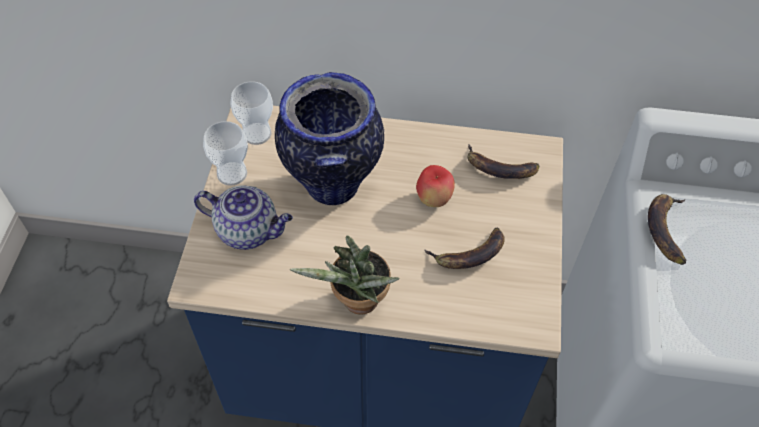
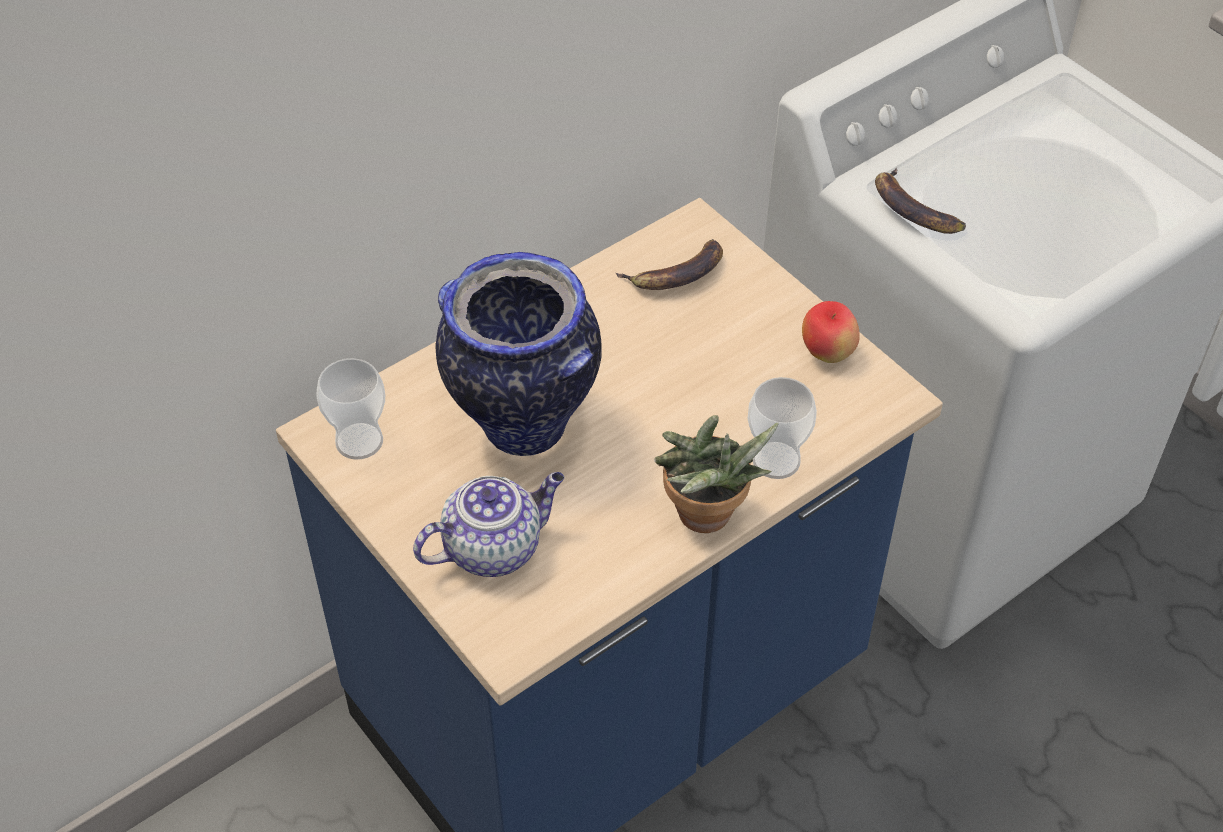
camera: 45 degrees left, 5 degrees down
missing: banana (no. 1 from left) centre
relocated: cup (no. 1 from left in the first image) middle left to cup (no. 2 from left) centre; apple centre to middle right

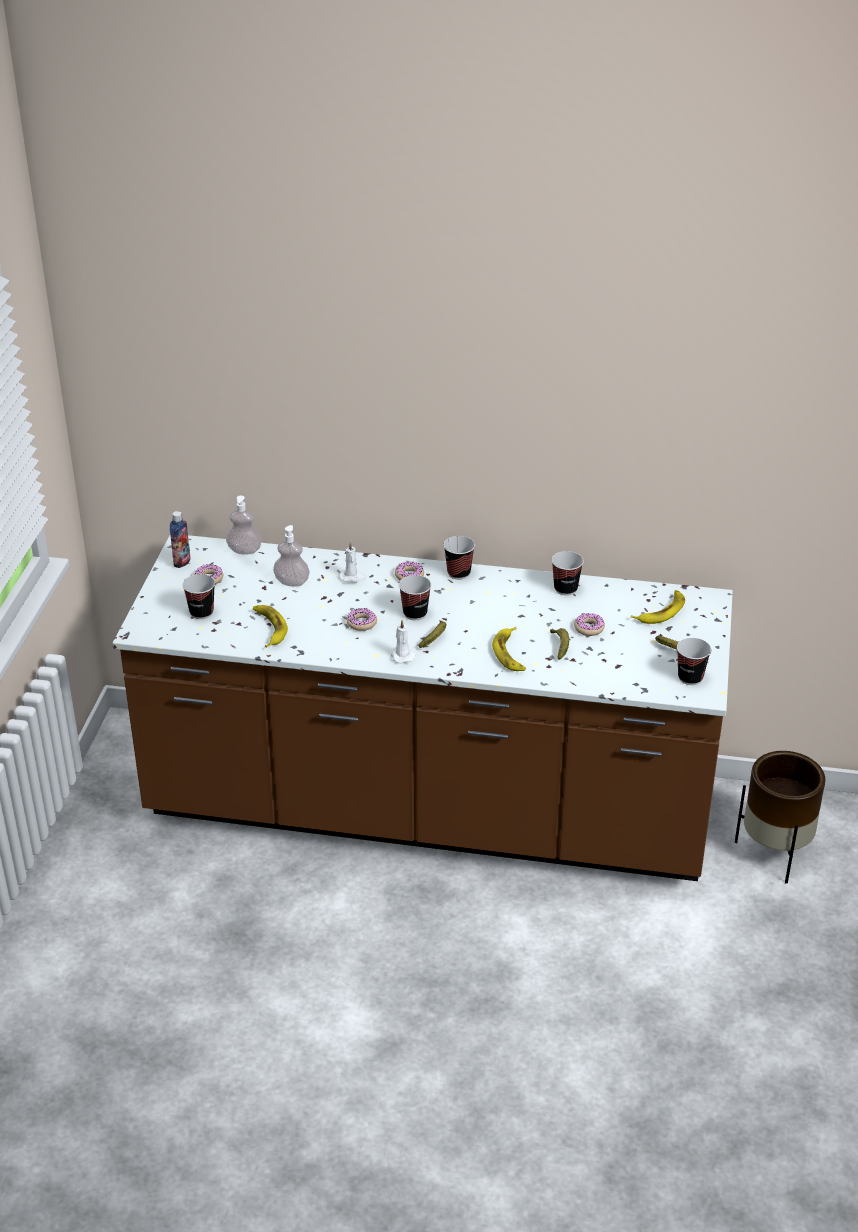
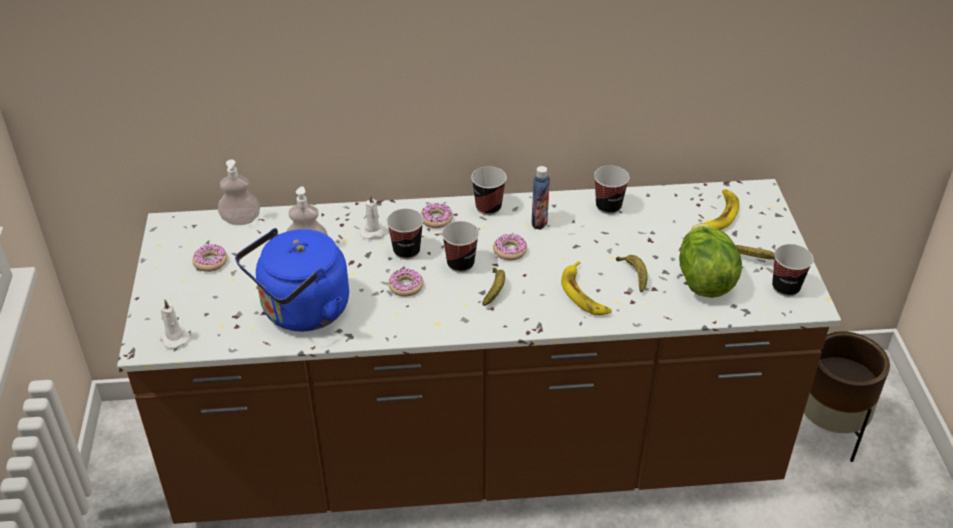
camera: 15 degrees left, 5 degrees up
appeared: lettuce middle right
relocated: white candle (no. 2 from left in the first image) centre to white candle (no. 1 from left) middle left; cup (no. 1 from left) middle left to centre; donut (no. 4 from left) middle right to centre; bottle middle left to centre
exchanged: banana (no. 1 from left) middle left to blue kettle middle left

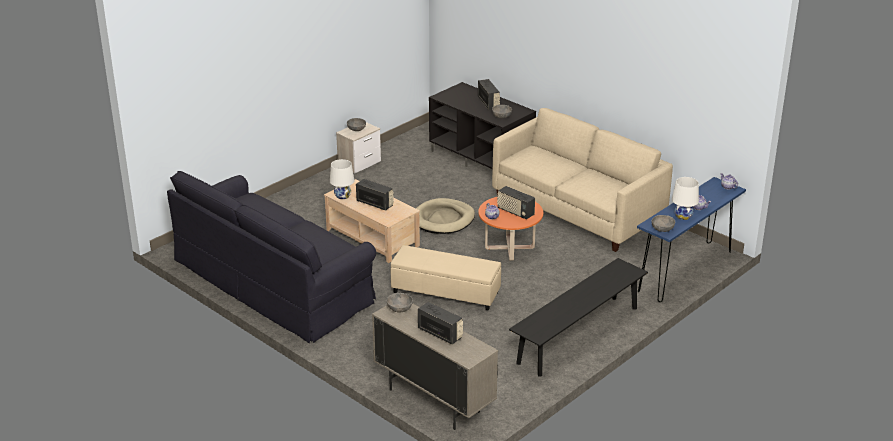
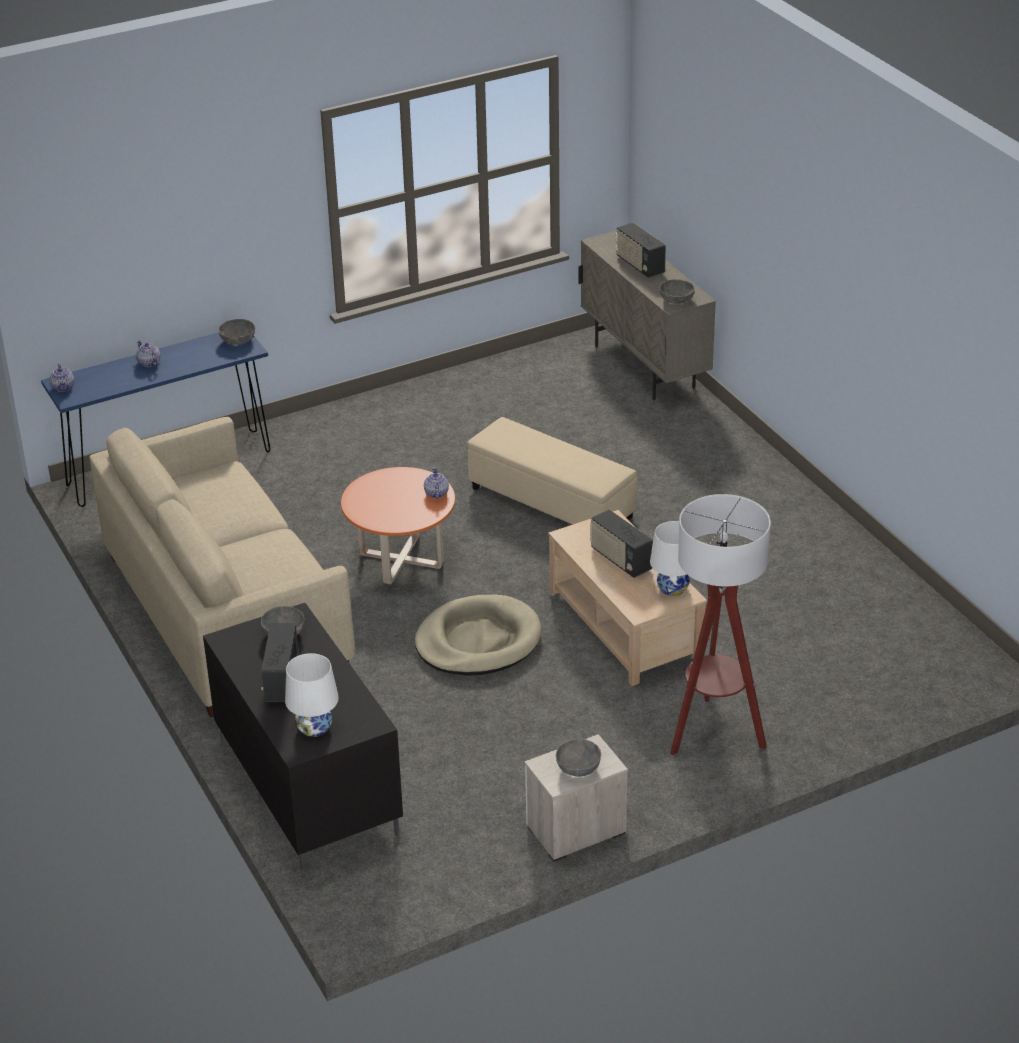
camera: 160 degrees left, 5 degrees up
missing: black sofa middle left; radio (no. 4 from left) centre; black bench bottom centre
appeared: floor lamp middle right
relocated: white table lamp (no. 2 from left in the first image) middle right to white table lamp (no. 1 from left) middle left

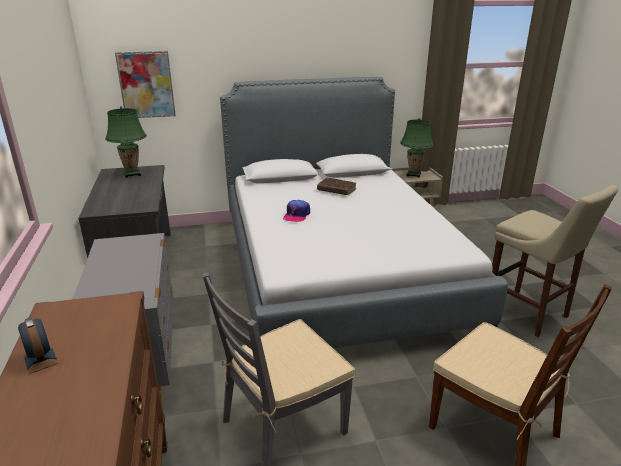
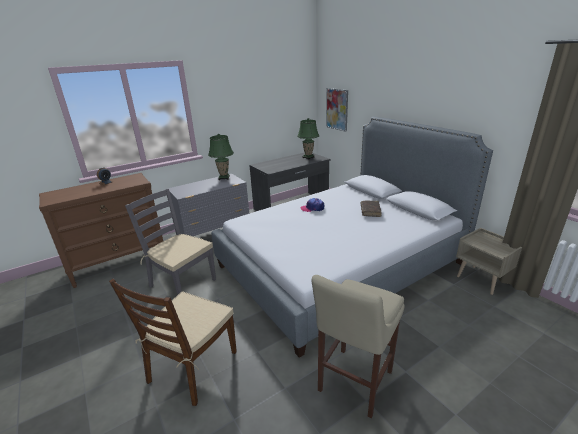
camera: 70 degrees right, 0 degrees up
relocated: green table lamp (no. 2 from left in the first image) top right to green table lamp (no. 1 from left) centre

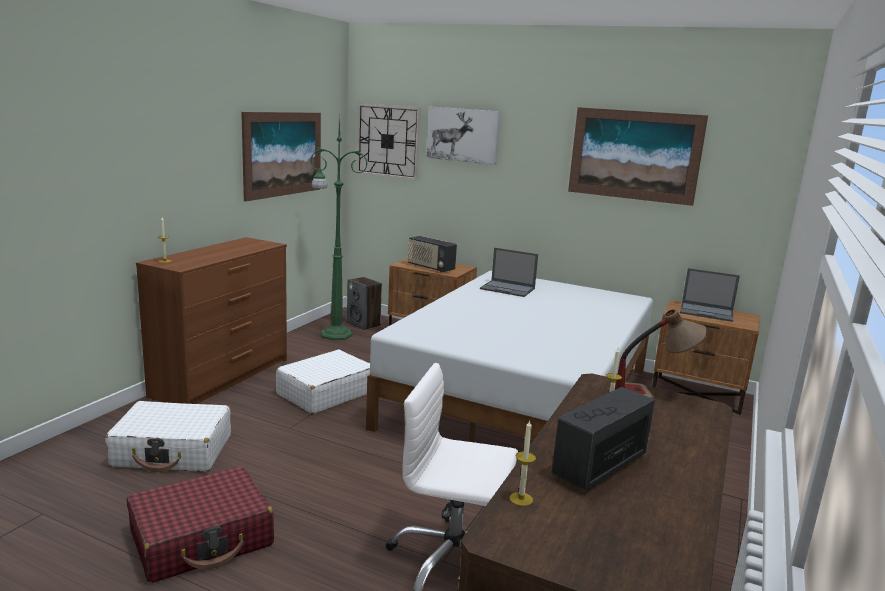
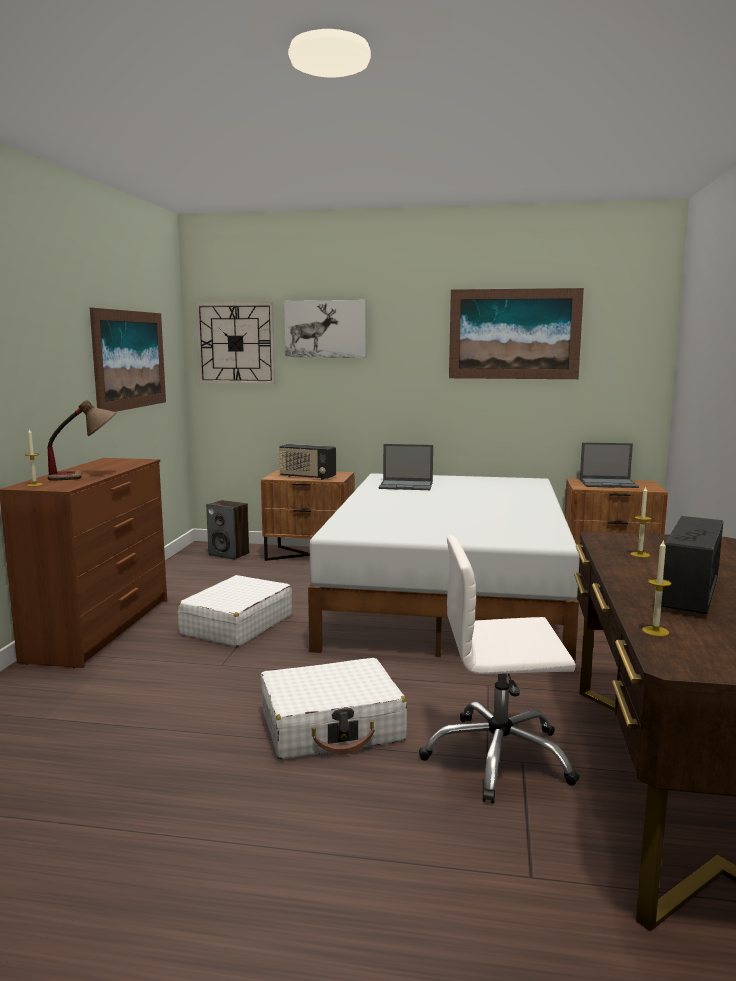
camera: 15 degrees left, 5 degrees down
missing: red suitcase bottom left; green floor lamp centre
relocated: table lamp middle right to middle left; white suitcase (no. 1 from left in the first image) bottom left to white suitcase (no. 2 from left) bottom centre

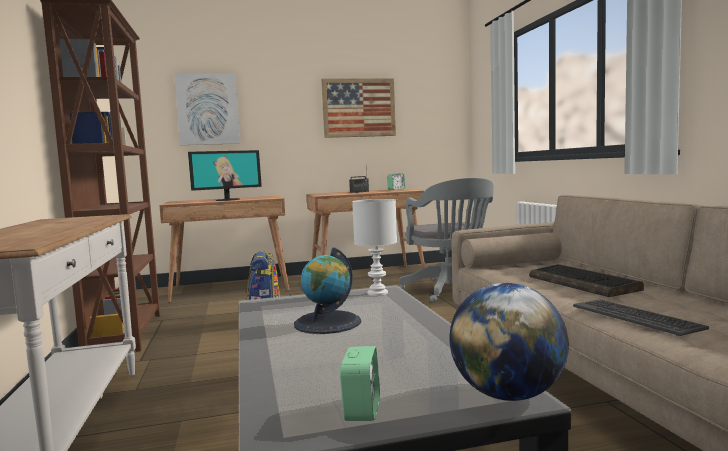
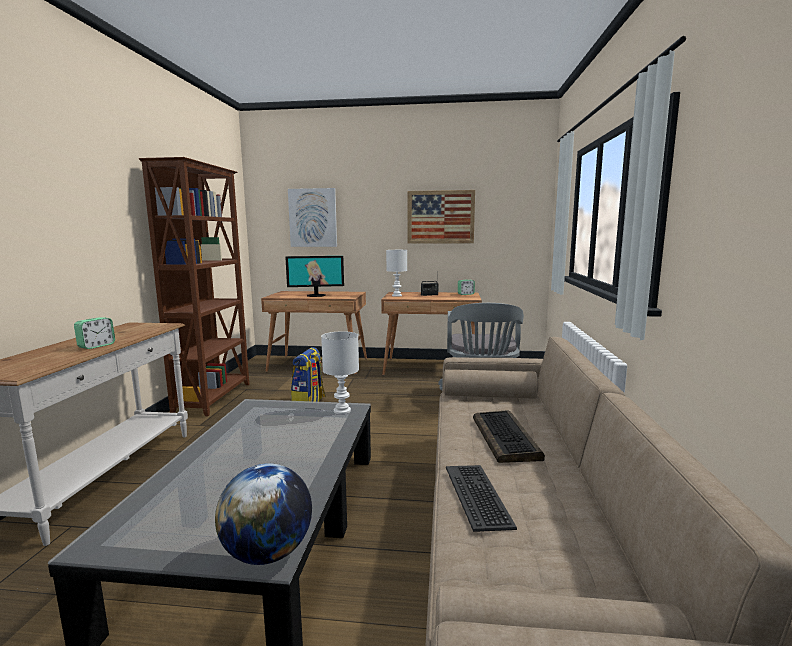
camera: 20 degrees right, 5 degrees up
missing: globe (no. 1 from left) centre
appeared: white table lamp (no. 2 from left) centre
relocated: alarm clock (no. 1 from left) bottom centre to middle left

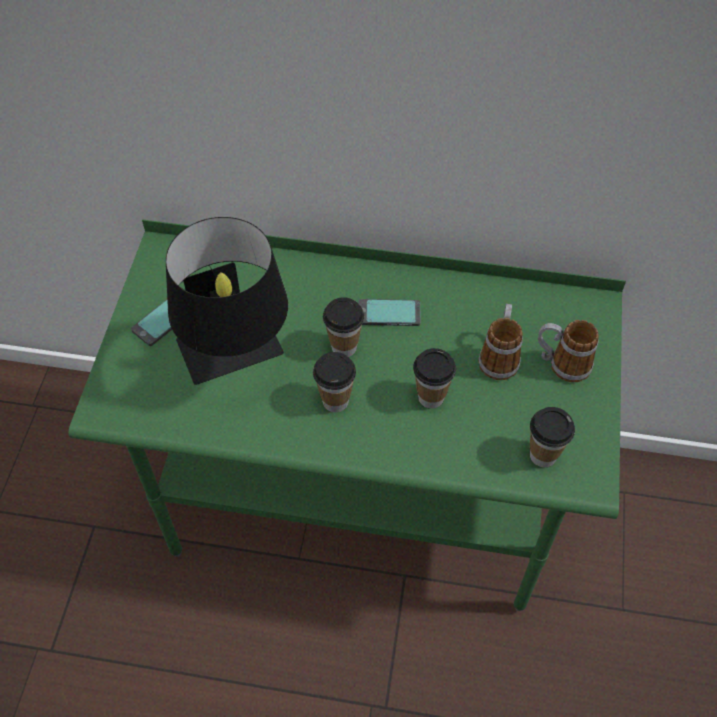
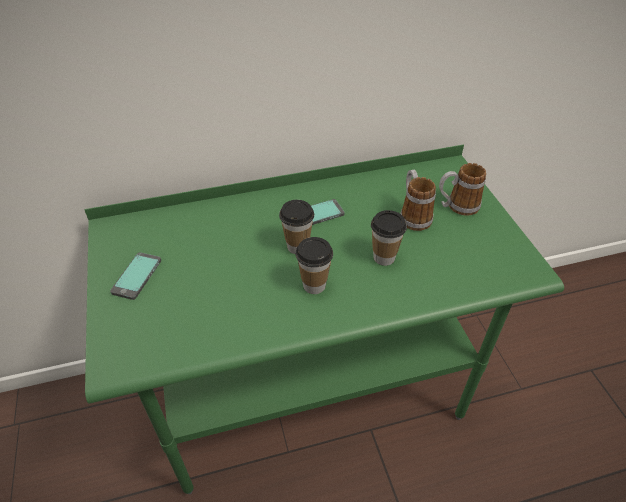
camera: 25 degrees left, 10 degrees down
missing: black table lamp middle left; cup (no. 4 from left) middle right

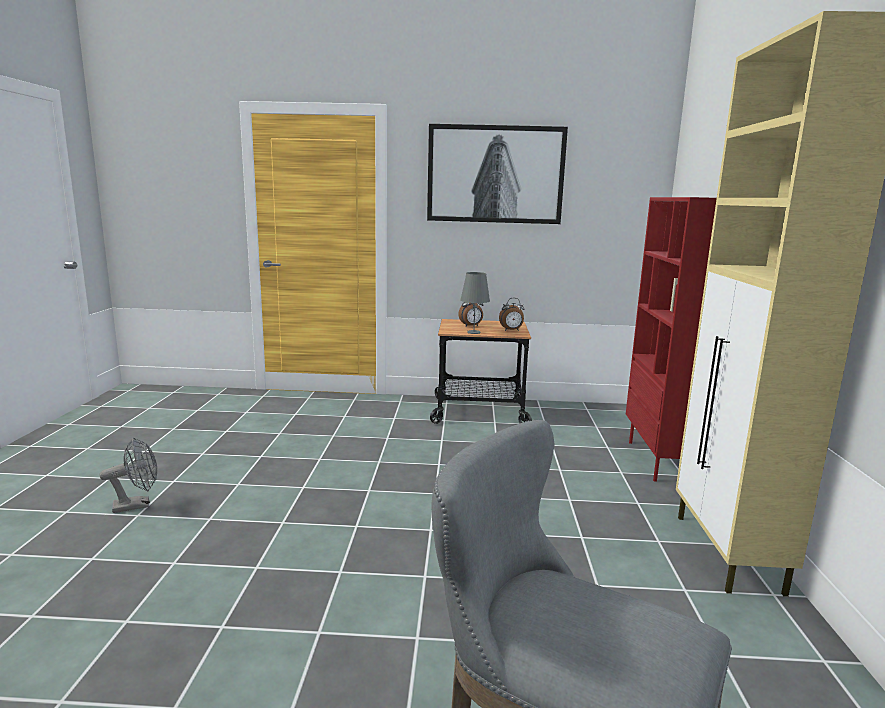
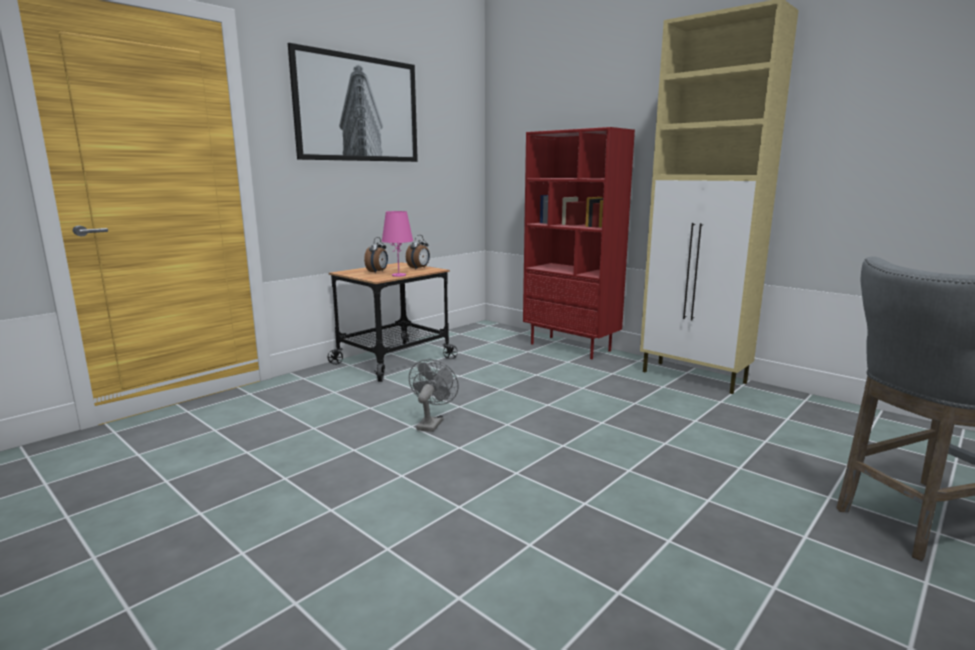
camera: 50 degrees left, 0 degrees up
relocated: grey fan bottom left to centre
colour: grey table lamp centre to pink table lamp centre

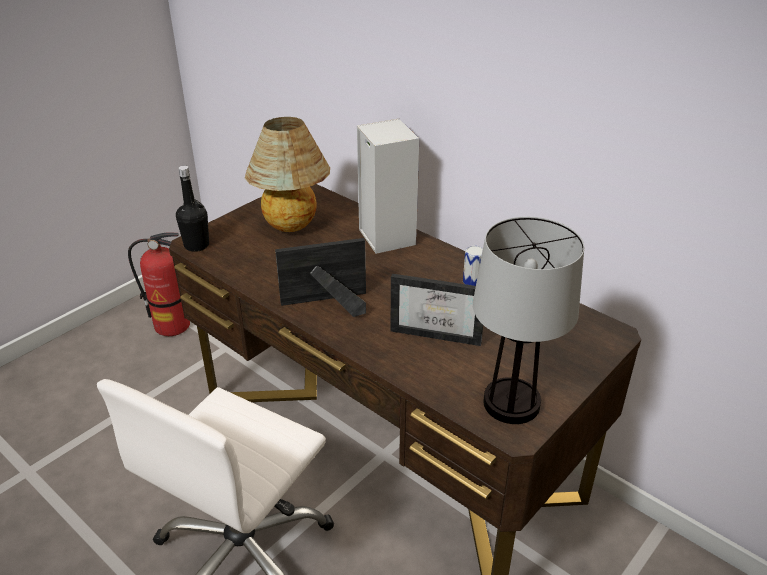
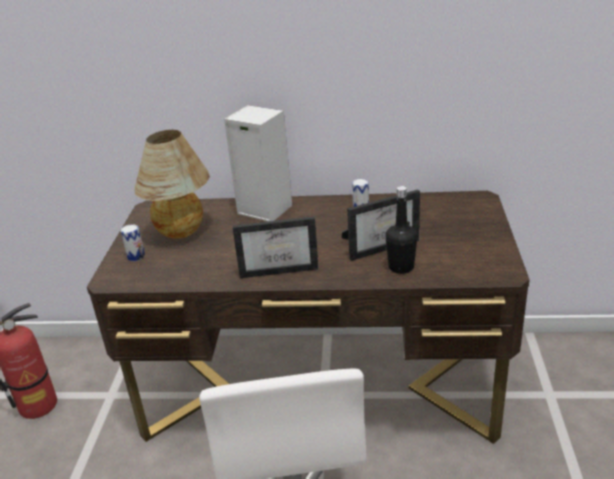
camera: 35 degrees left, 5 degrees down
missing: table lamp (no. 2 from left) middle right
appeared: can (no. 1 from left) middle left
relocated: black bottle middle left to centre
spun: picture frame (no. 1 from left) centre = centre 135 degrees counterclockwise

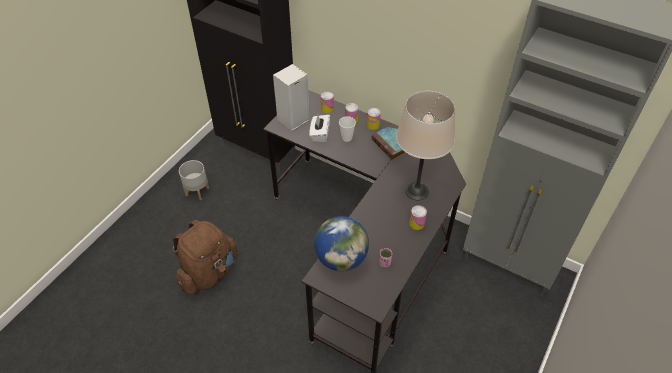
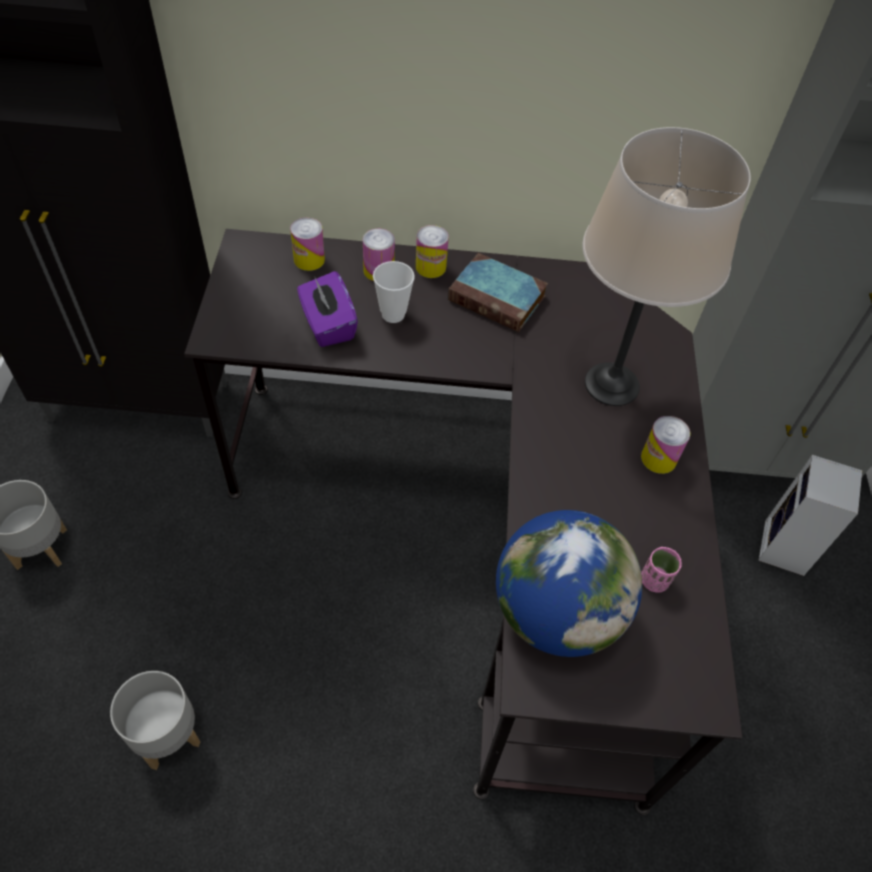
camera: 30 degrees left, 5 degrees up
relocated: speaker top centre to middle right
exchanged: brown backpack bottom left to grey planter (no. 2 from left) bottom left
colour: white tissue box centre to purple tissue box centre

